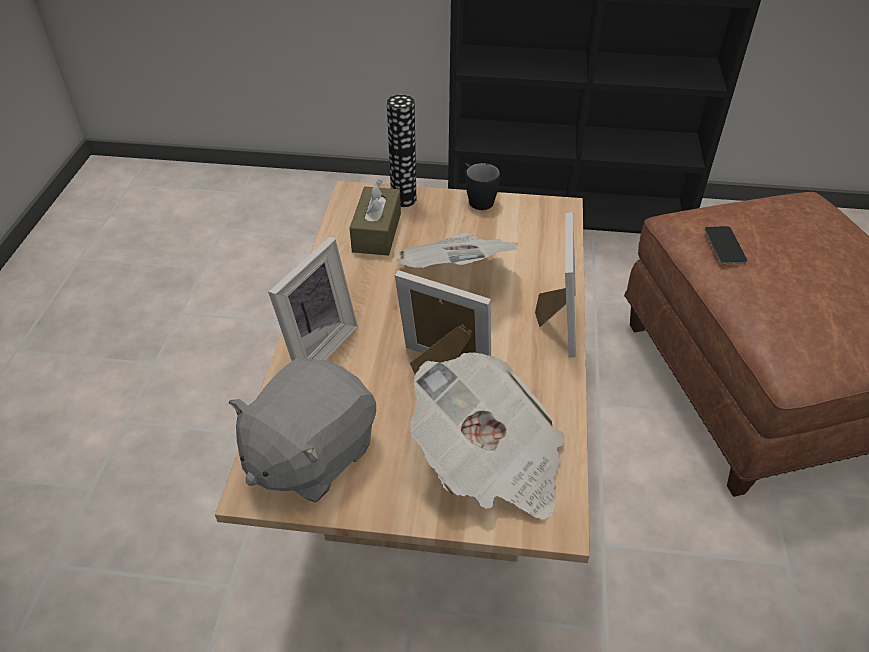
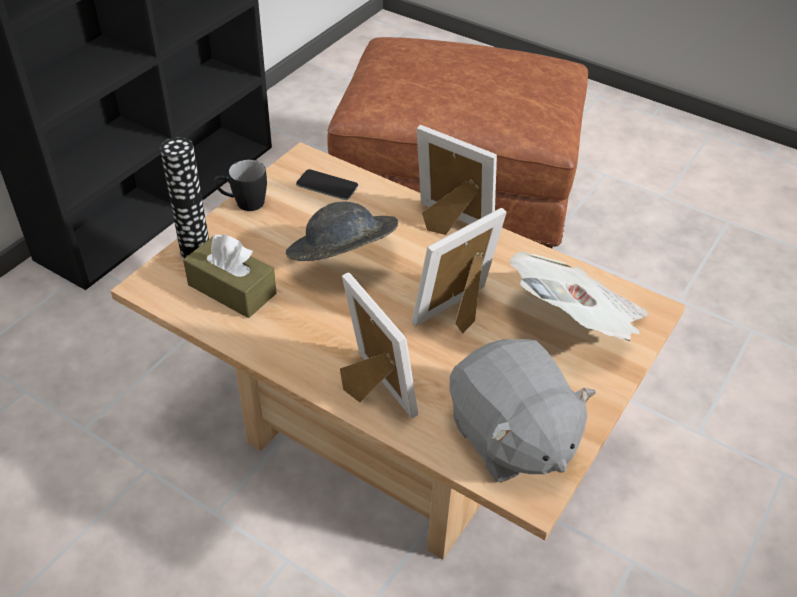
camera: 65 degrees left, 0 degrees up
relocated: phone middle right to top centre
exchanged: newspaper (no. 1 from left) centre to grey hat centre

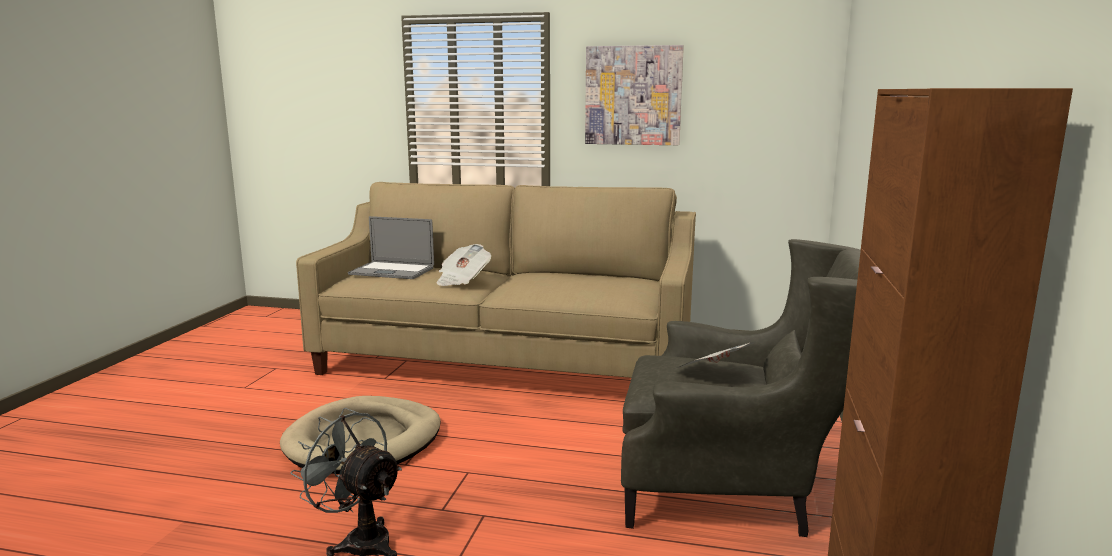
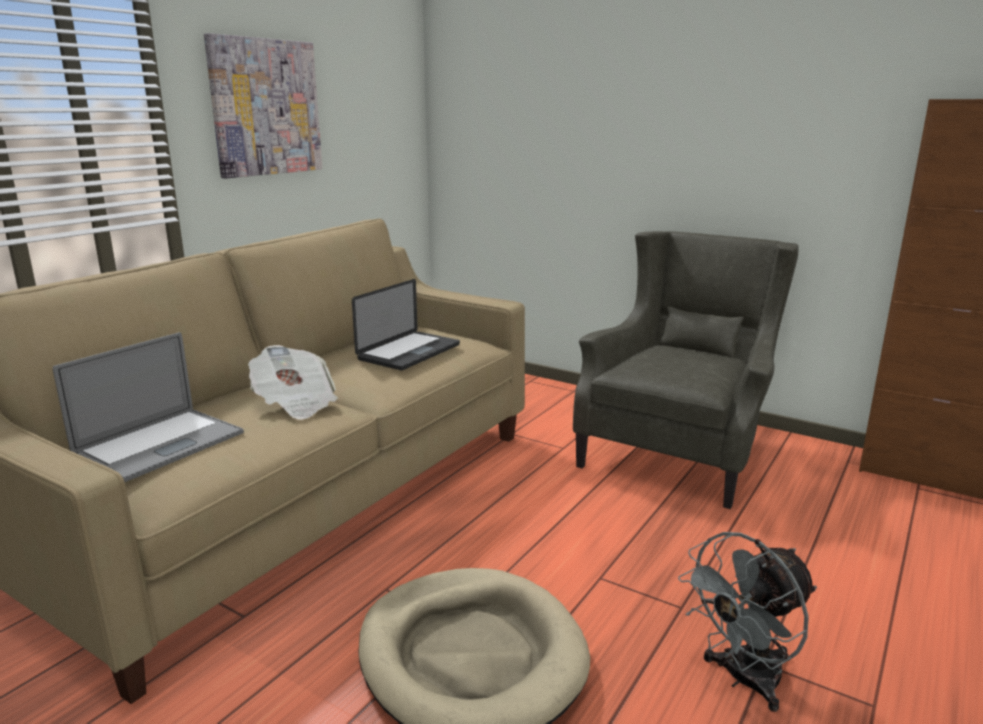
camera: 70 degrees left, 5 degrees up
missing: newspaper (no. 2 from left) centre
appeared: laptop (no. 2 from left) centre

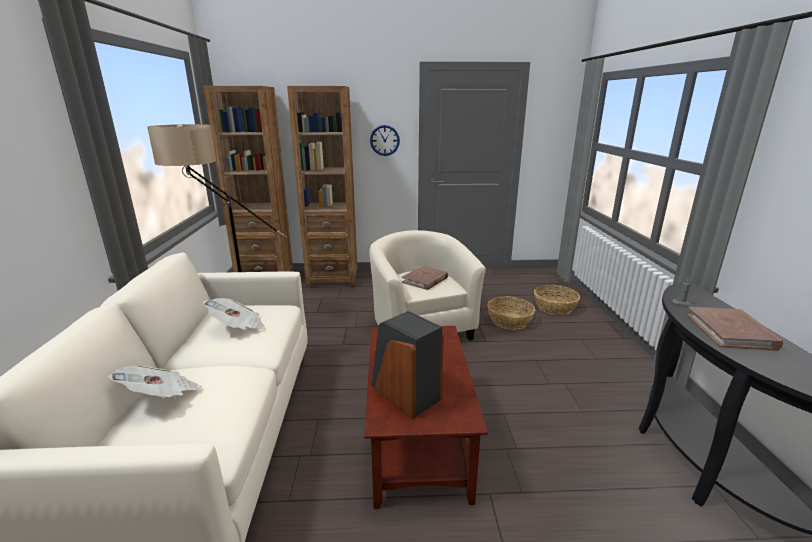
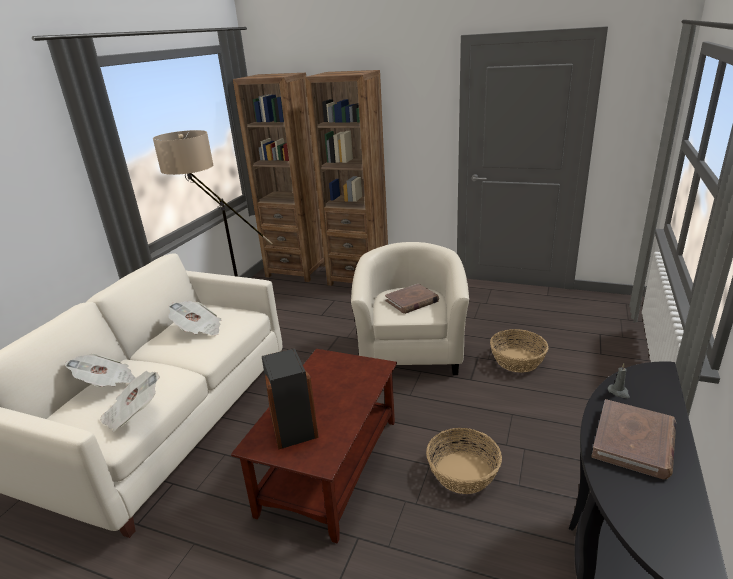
camera: 25 degrees right, 5 degrees up
missing: wall clock top centre
appeared: newspaper (no. 2 from left) bottom left
relocated: basket (no. 2 from left in the first image) middle right to basket (no. 1 from left) bottom centre

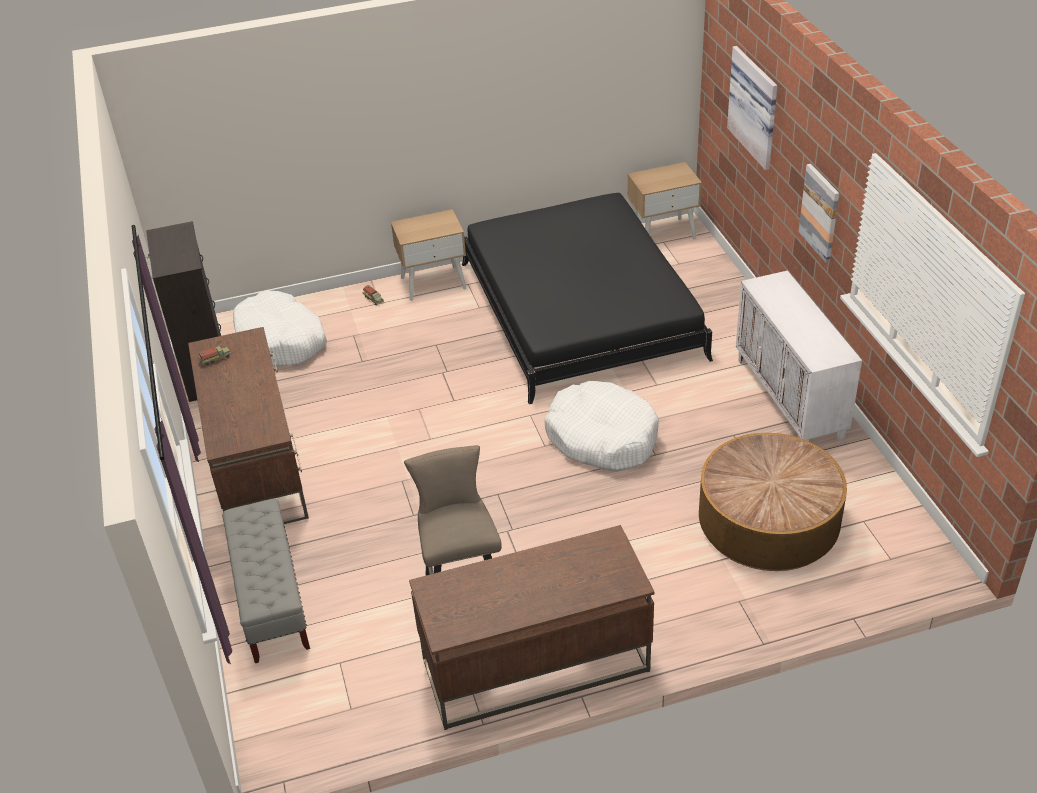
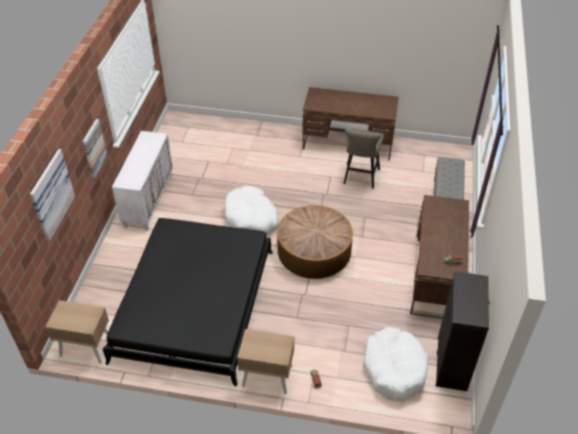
camera: 155 degrees left, 5 degrees up
relocated: coffee table middle right to centre

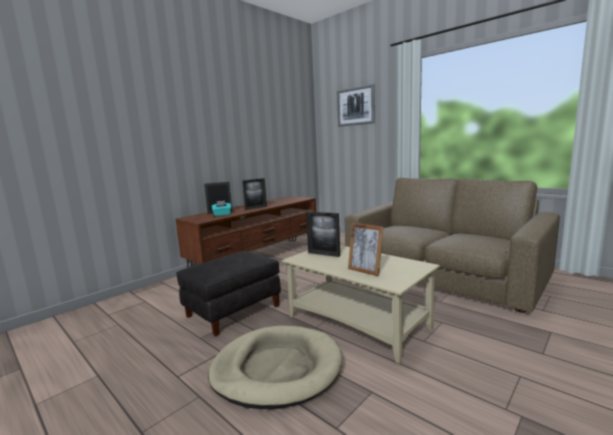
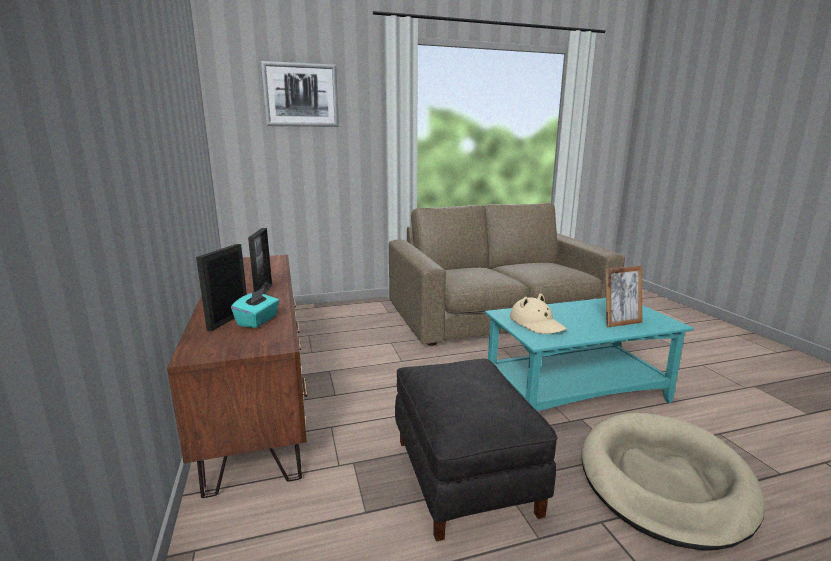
camera: 60 degrees left, 5 degrees up
exchanged: picture frame (no. 3 from left) centre to beige hat centre
colour: beige coffee table bottom centre to turquoise coffee table middle right

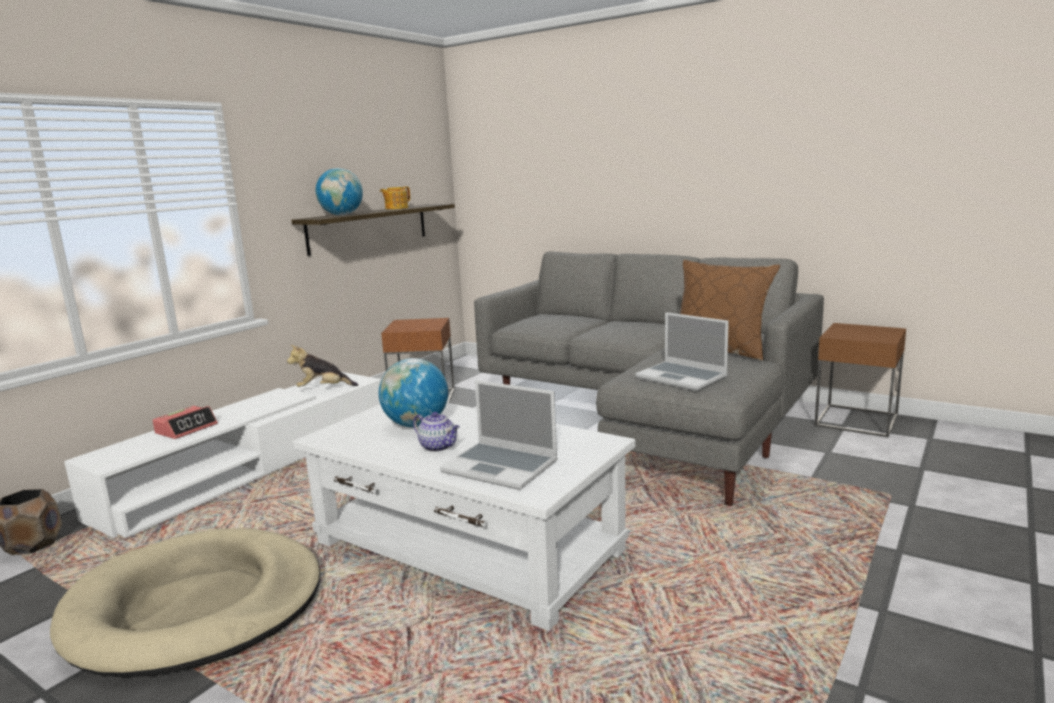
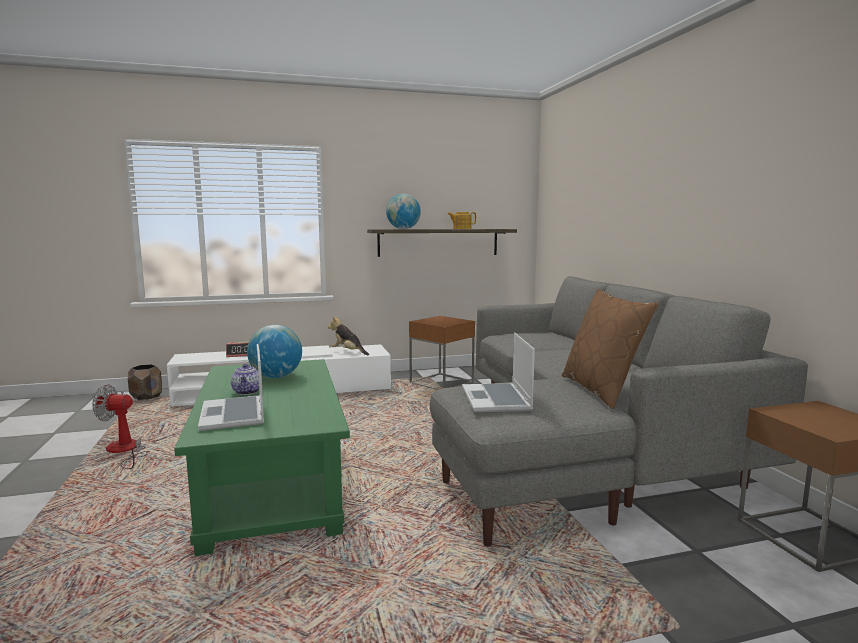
camera: 40 degrees right, 5 degrees down
exchanged: beige dog bed bottom left to fan middle left
colour: white coffee table bottom centre to green coffee table bottom left

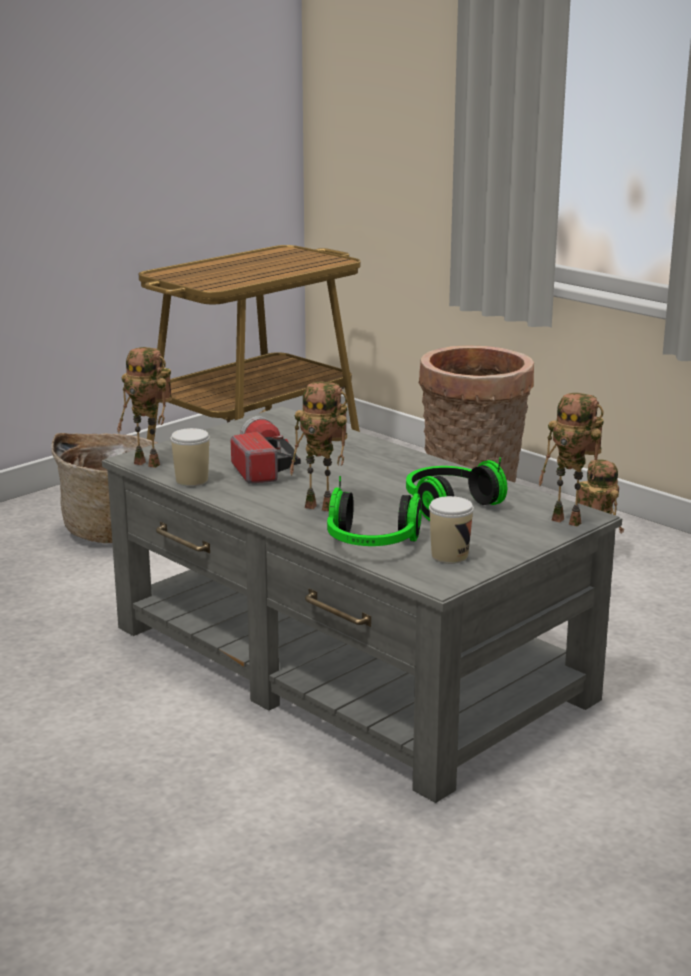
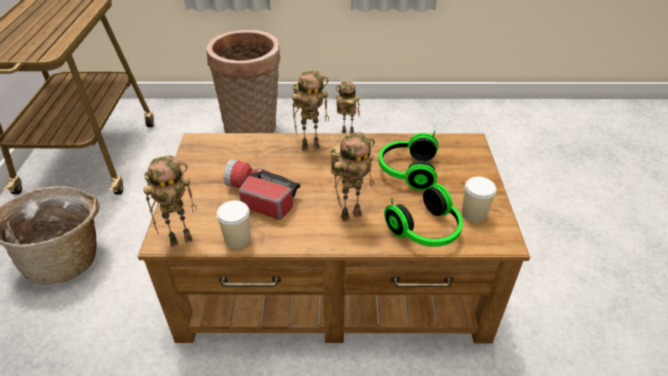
camera: 45 degrees left, 20 degrees up
relocated: toy robot (no. 3 from left in the first image) middle right to toy robot (no. 2 from left) top centre
colour: grey coffee table centre to brown coffee table centre

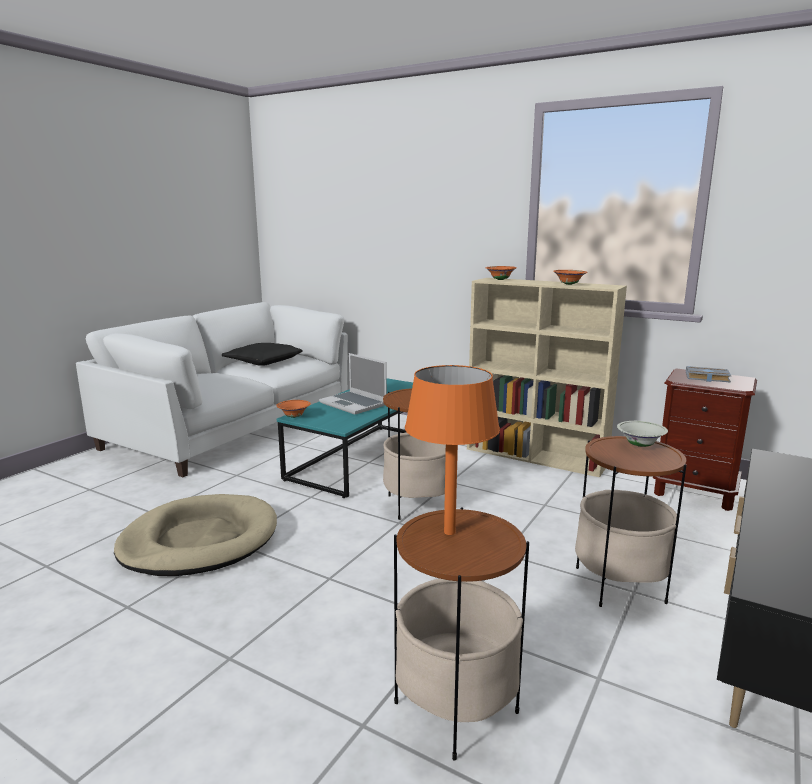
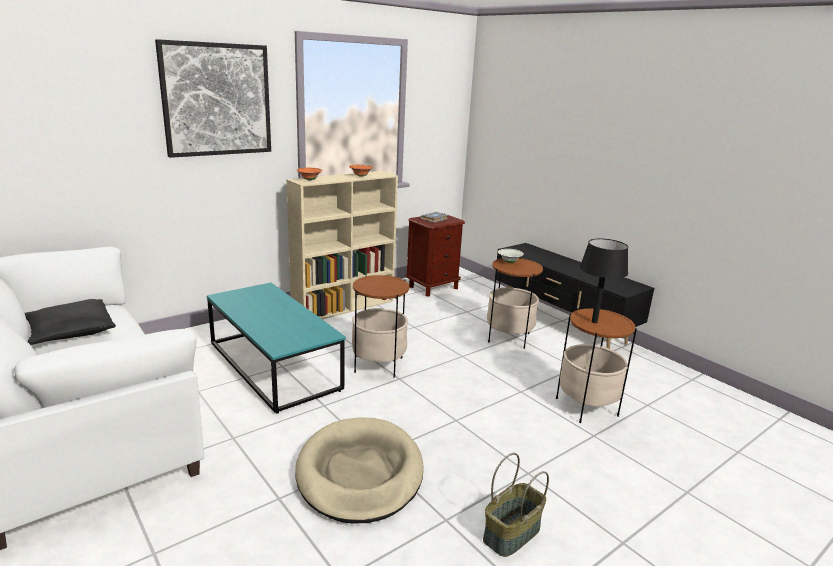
camera: 70 degrees left, 5 degrees up
missing: orange bowl (no. 1 from left) centre; laptop centre
appeared: picture top left; basket bottom centre
colour: orange table lamp centre to black table lamp middle right

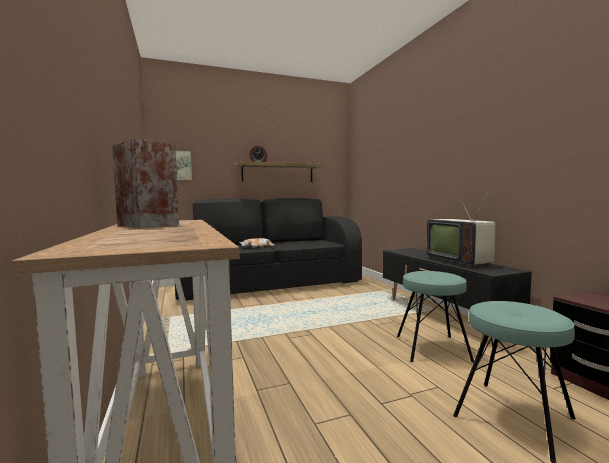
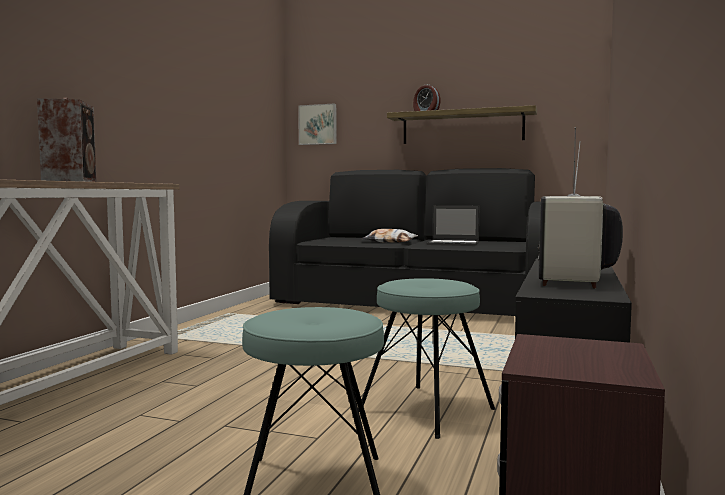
camera: 40 degrees right, 0 degrees up
appeared: laptop centre

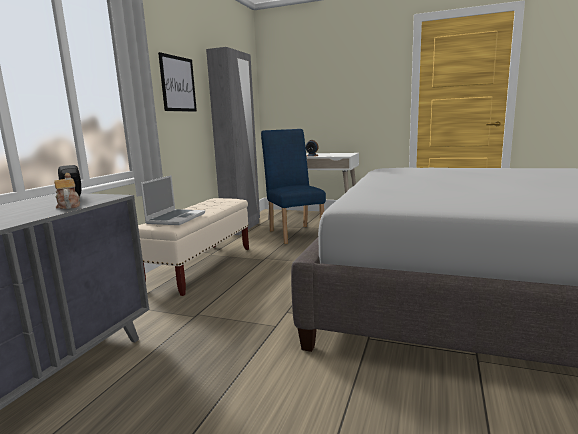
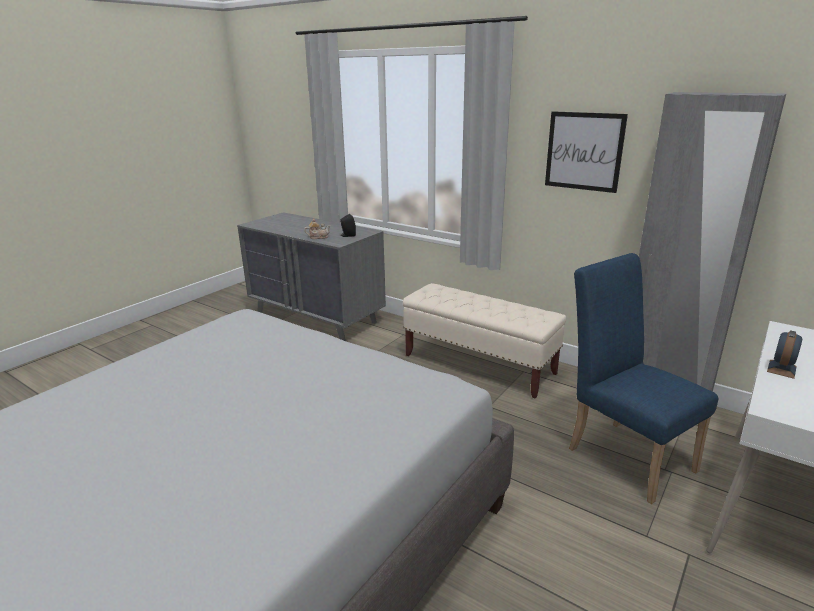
camera: 105 degrees right, 10 degrees up
missing: laptop middle left
spun: blue chair centre = middle right 120 degrees counterclockwise

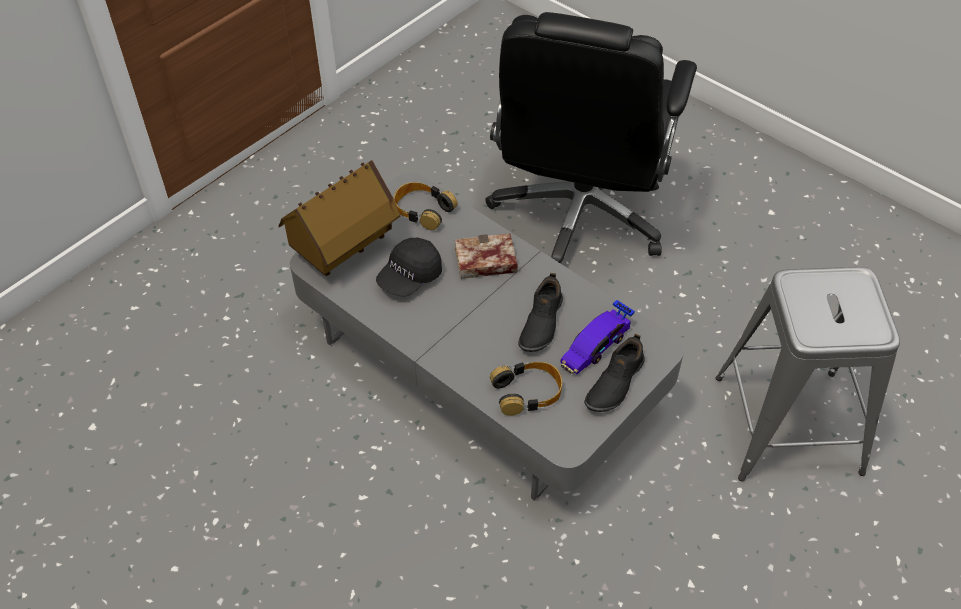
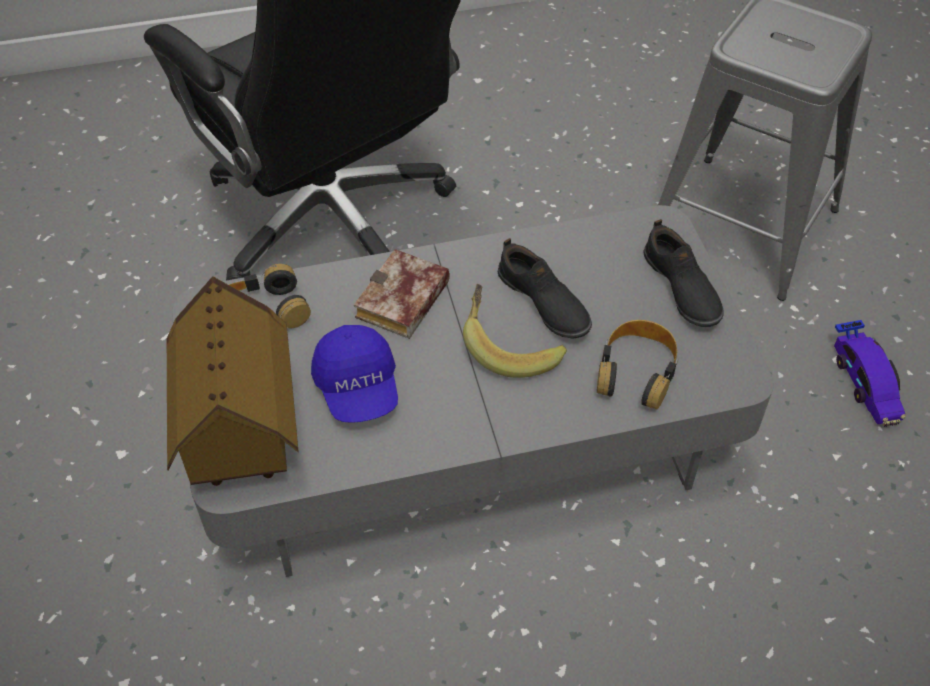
camera: 55 degrees left, 0 degrees up
appeared: banana centre
relocated: toy car centre to middle right
colour: black cap centre to blue cap centre

